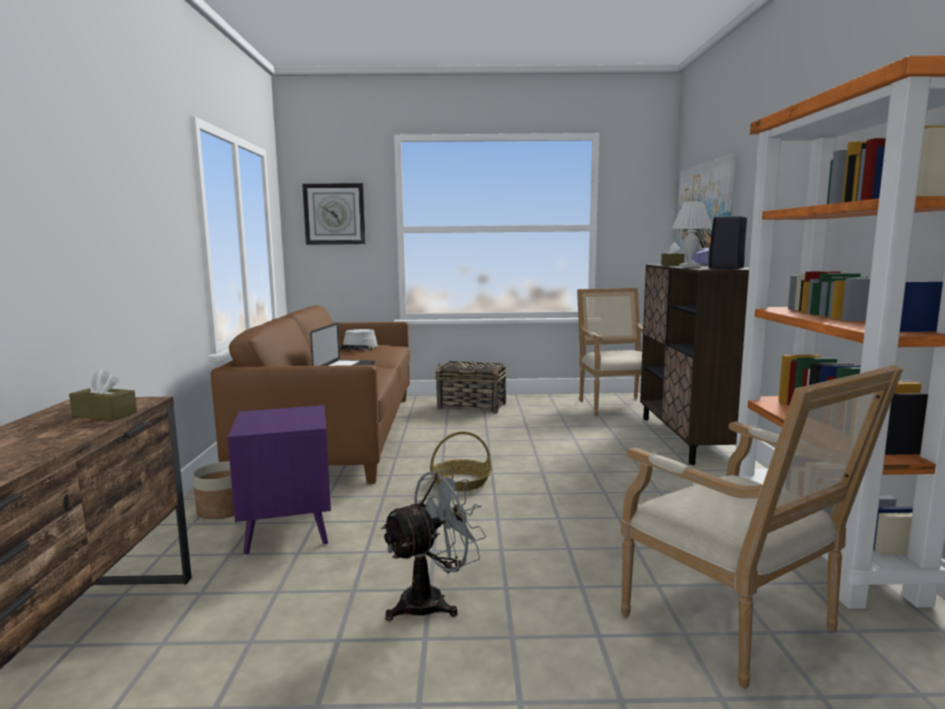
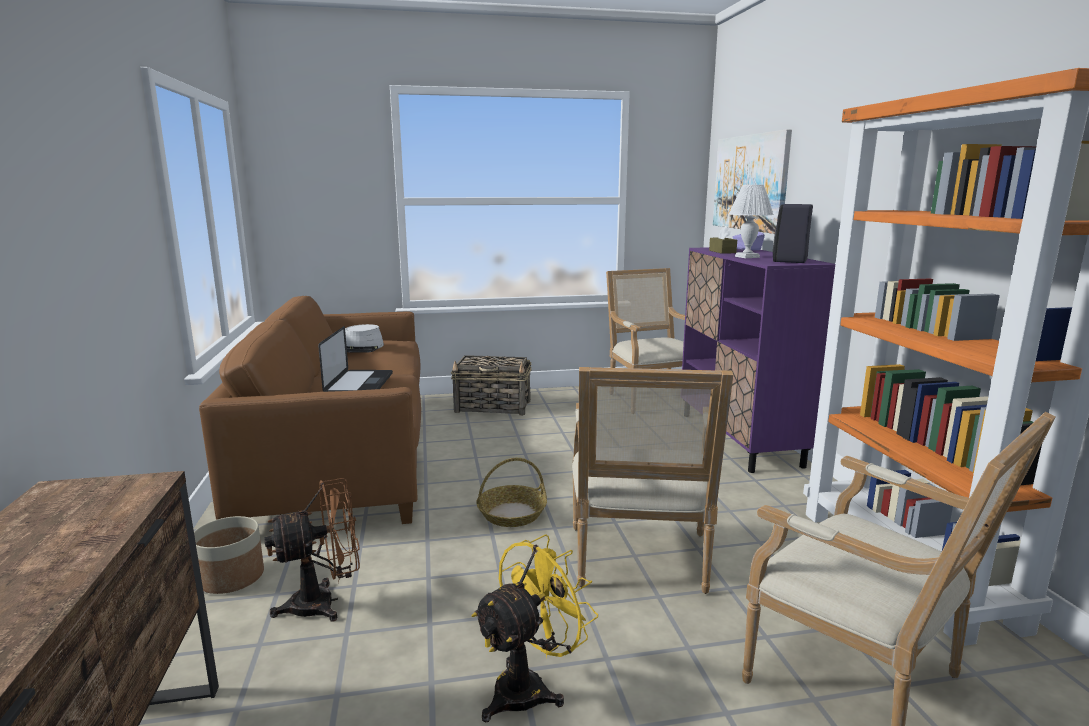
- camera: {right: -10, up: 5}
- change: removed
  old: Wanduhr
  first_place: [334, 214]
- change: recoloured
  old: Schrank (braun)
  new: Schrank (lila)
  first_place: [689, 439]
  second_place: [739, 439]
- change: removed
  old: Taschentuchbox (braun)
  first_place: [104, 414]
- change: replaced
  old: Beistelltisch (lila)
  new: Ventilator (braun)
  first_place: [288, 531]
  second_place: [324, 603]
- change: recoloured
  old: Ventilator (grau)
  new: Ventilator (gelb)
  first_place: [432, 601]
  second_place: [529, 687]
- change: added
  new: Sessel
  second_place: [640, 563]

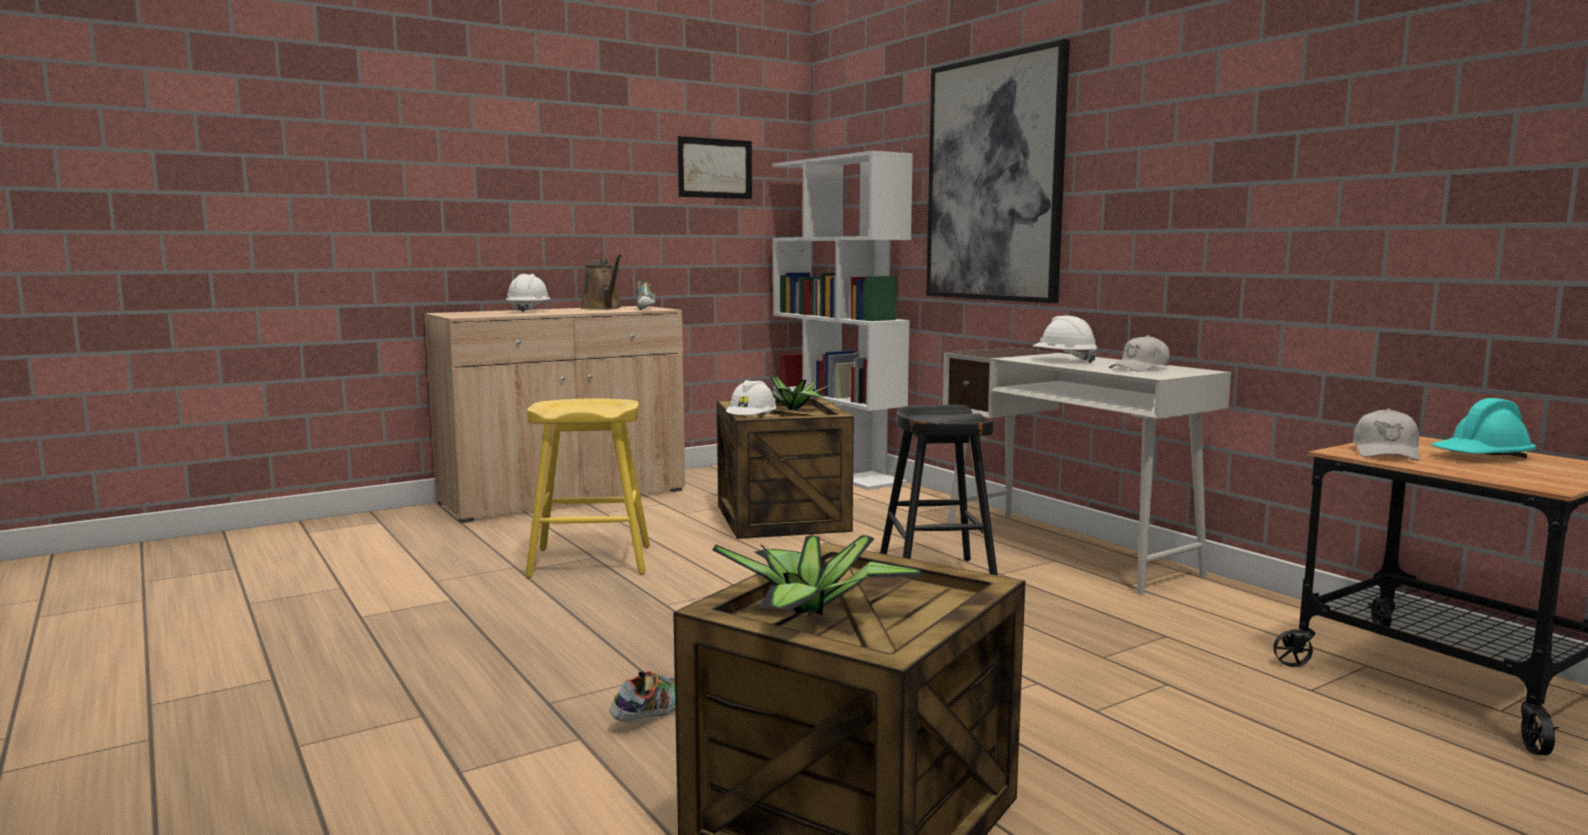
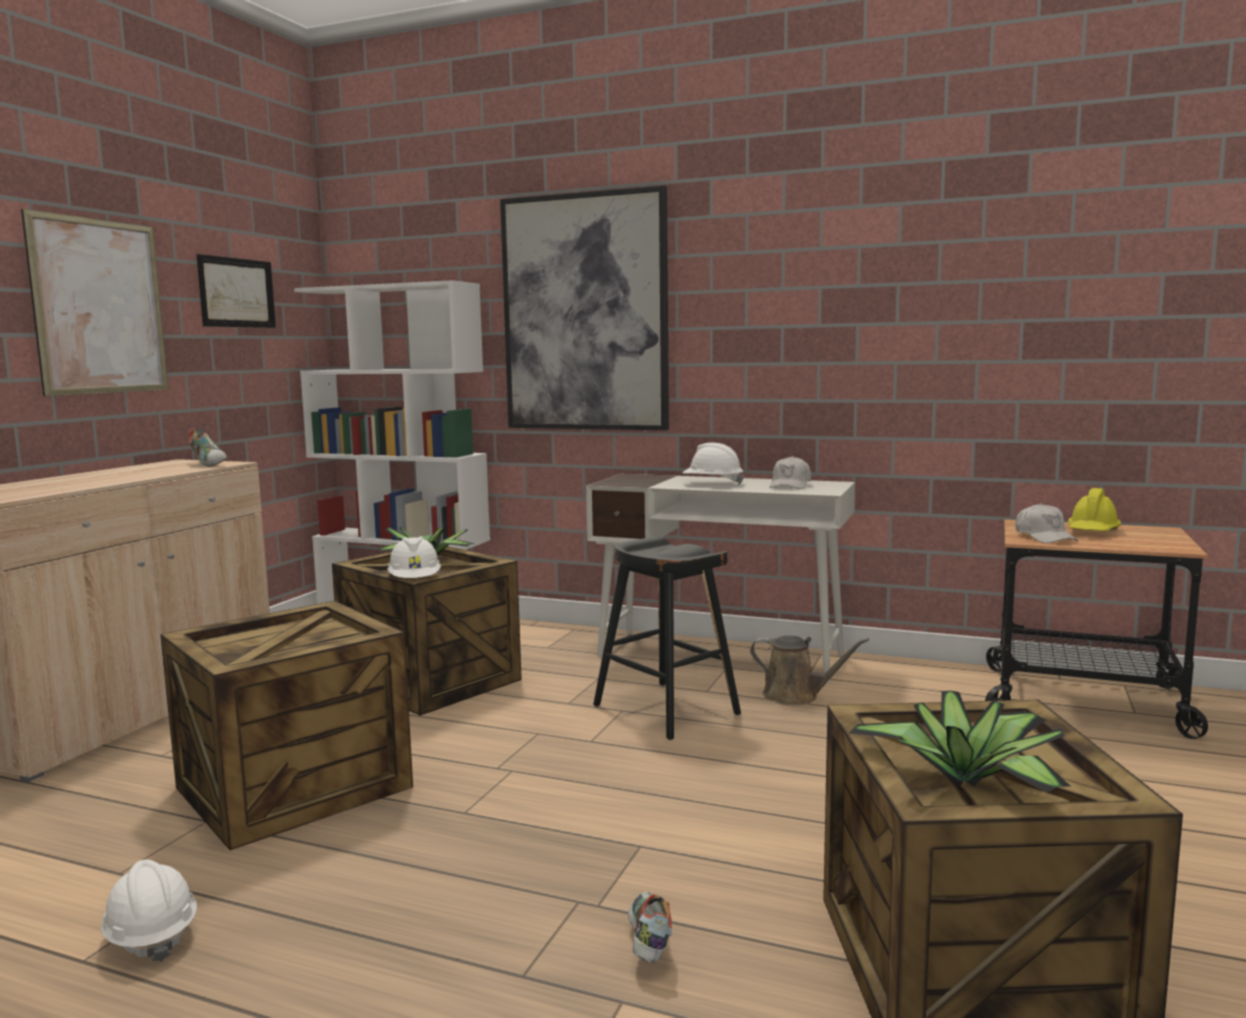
- camera: {right: -35, up: 0}
- change: moved
  old: Gießkanne (braun)
  first_place: [602, 308]
  second_place: [796, 696]
- change: moved
  old: Schutzhelm (weiß)
  first_place: [528, 311]
  second_place: [151, 936]
- change: replaced
  old: Hocker (gelb)
  new: Kiste
  first_place: [590, 561]
  second_place: [293, 786]
- change: recoloured
  old: Schutzhelm (türkis)
  new: Schutzhelm (gelb)
  first_place: [1481, 456]
  second_place: [1092, 531]
- change: added
  new: Bild
  second_place: [100, 306]

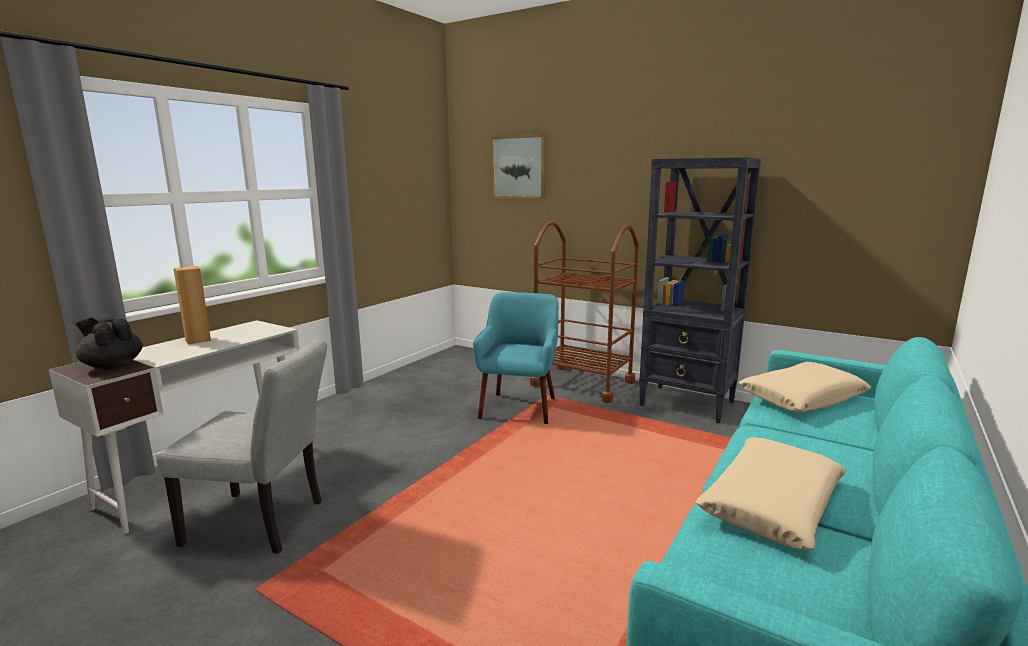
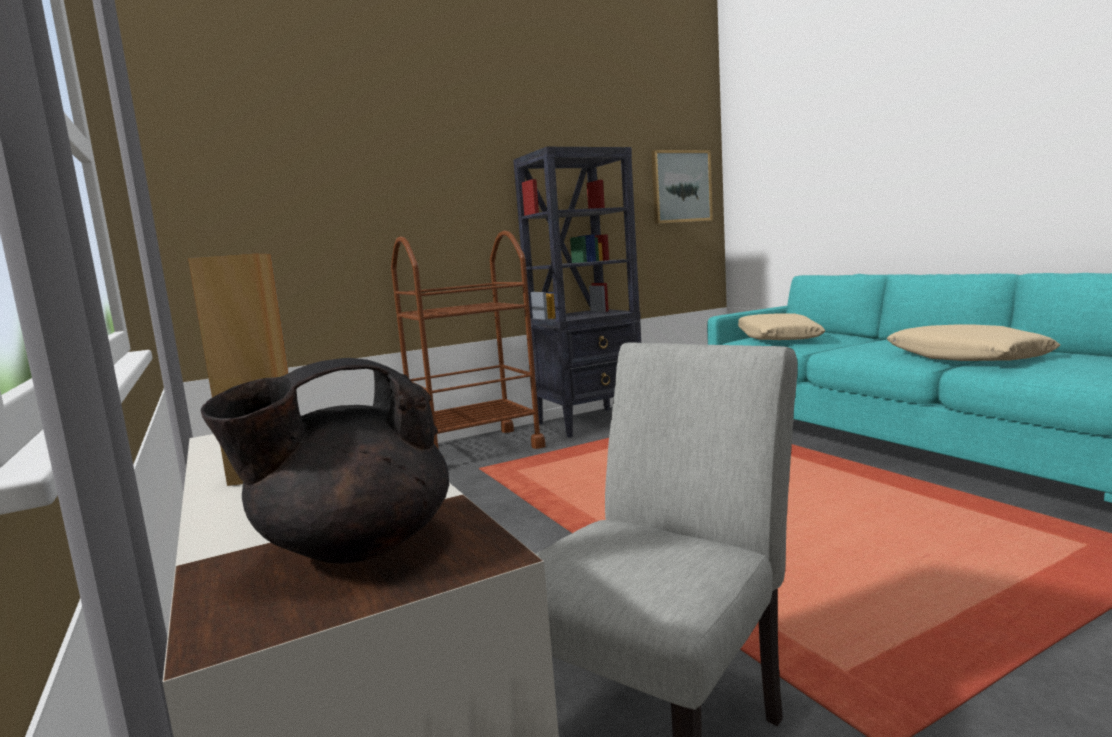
- camera: {right: -60, up: -5}
- change: moved
  old: Bild
  first_place: [519, 167]
  second_place: [681, 187]
- change: removed
  old: Sessel (türkis)
  first_place: [519, 408]

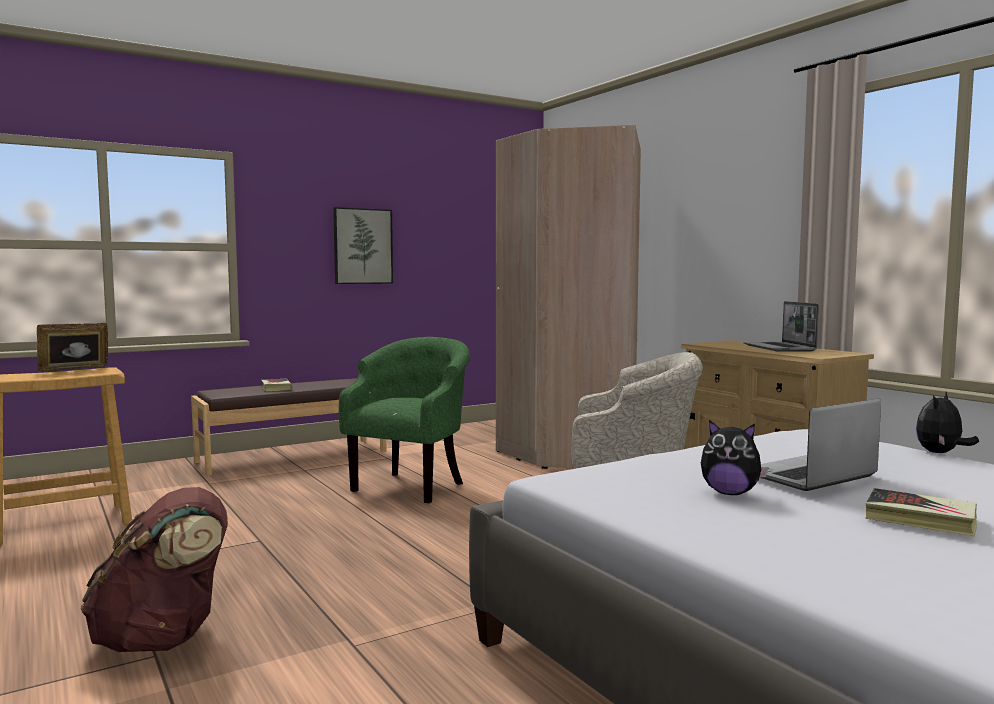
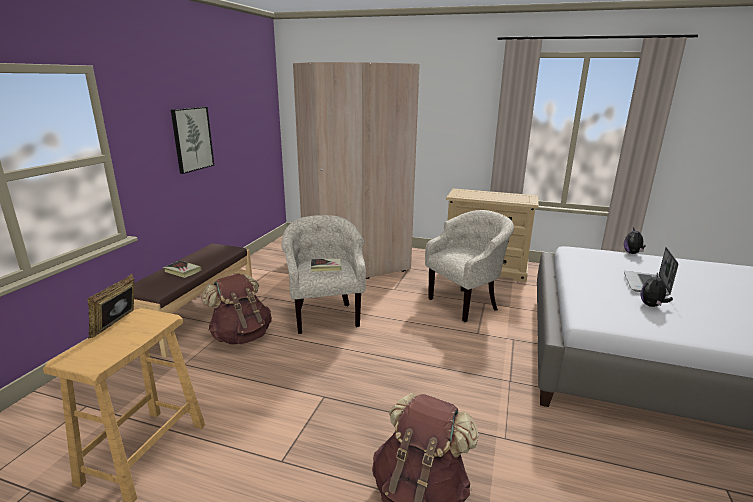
- camera: {right: -40, up: 15}
- change: removed
  old: Laptop
  first_place: [780, 348]
- change: recoloured
  old: Sessel (grün)
  new: Sessel (beige)
  first_place: [412, 486]
  second_place: [325, 316]
- change: turned
  old: Plüschtier
  first_place: [730, 493]
  second_place: [652, 305]
  degrees: 135
- change: moved
  old: Buch
  first_place: [920, 519]
  second_place: [326, 267]
- change: added
  new: Rucksack (braun)
  second_place: [241, 336]

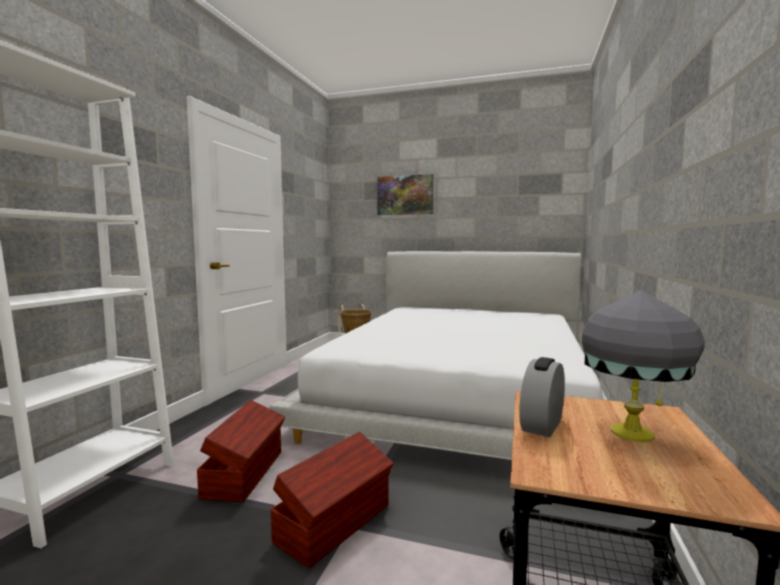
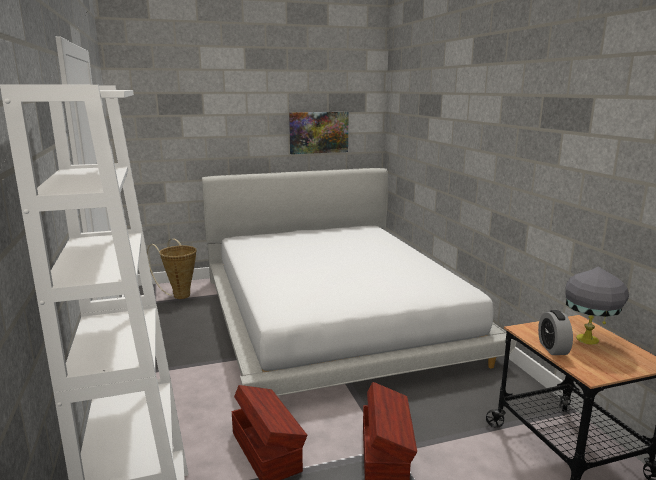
- camera: {right: -35, up: 10}
- change: moved
  old: Bild
  first_place: [405, 195]
  second_place: [318, 132]

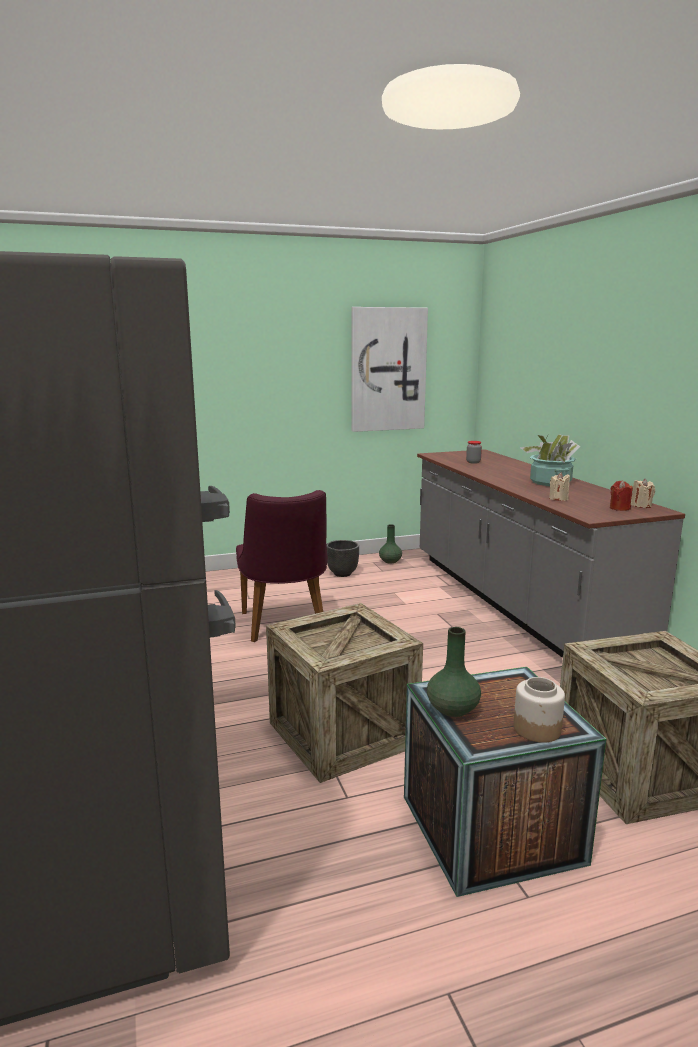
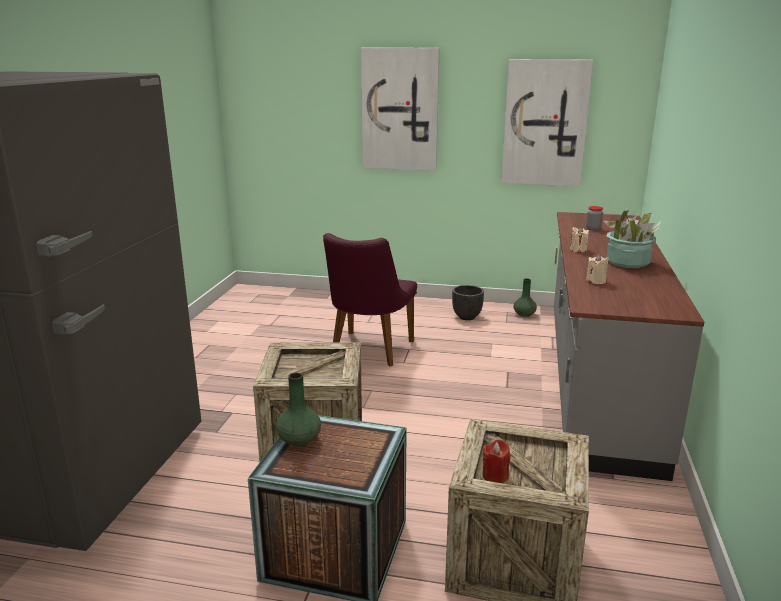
- camera: {right: 30, up: 5}
- change: moved
  old: Kerze (beige)
  first_place: [641, 505]
  second_place: [578, 250]
- change: moved
  old: Kerze (rot)
  first_place: [619, 508]
  second_place: [495, 476]
- change: removed
  old: Vorratsglas
  first_place: [537, 729]
- change: added
  new: Bild
  second_place: [400, 110]

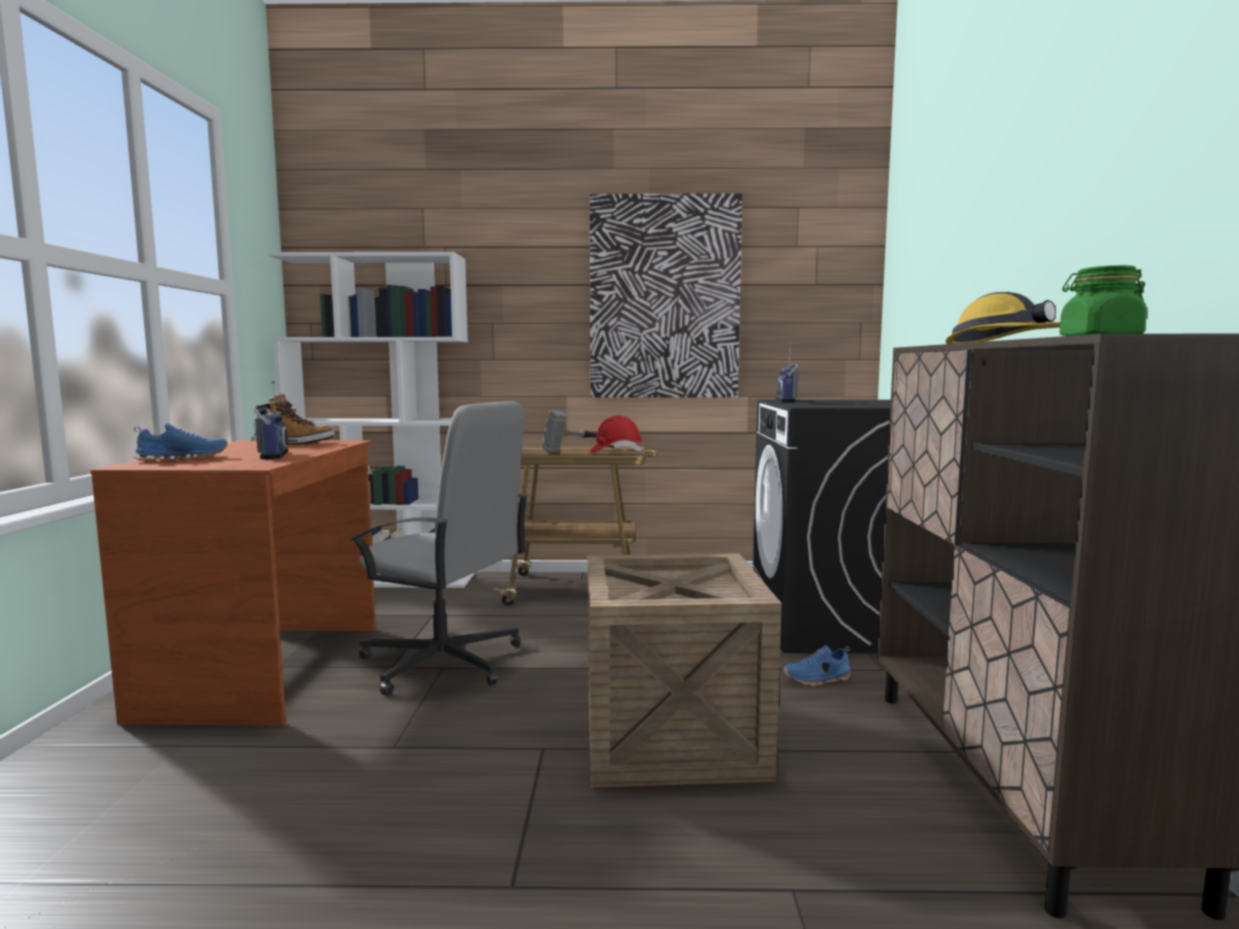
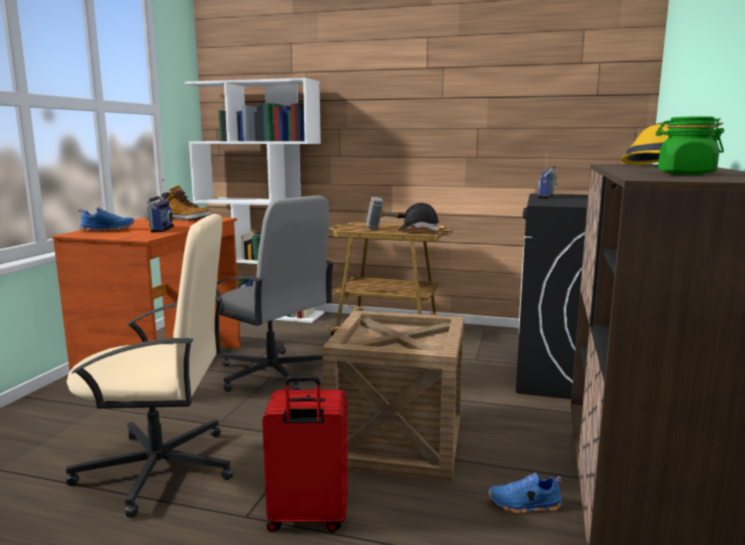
- camera: {right: 15, up: 5}
- change: removed
  old: Bild
  first_place: [664, 298]
- change: recoloured
  old: Schutzhelm (rot)
  new: Schutzhelm (schwarz)
  first_place: [615, 452]
  second_place: [418, 230]
- change: moved
  old: Schuh (blau)
  first_place: [817, 680]
  second_place: [525, 505]
- change: added
  new: Bürostuhl (beige)
  second_place: [160, 468]
- change: added
  new: Koffer (rot)
  second_place: [307, 518]

